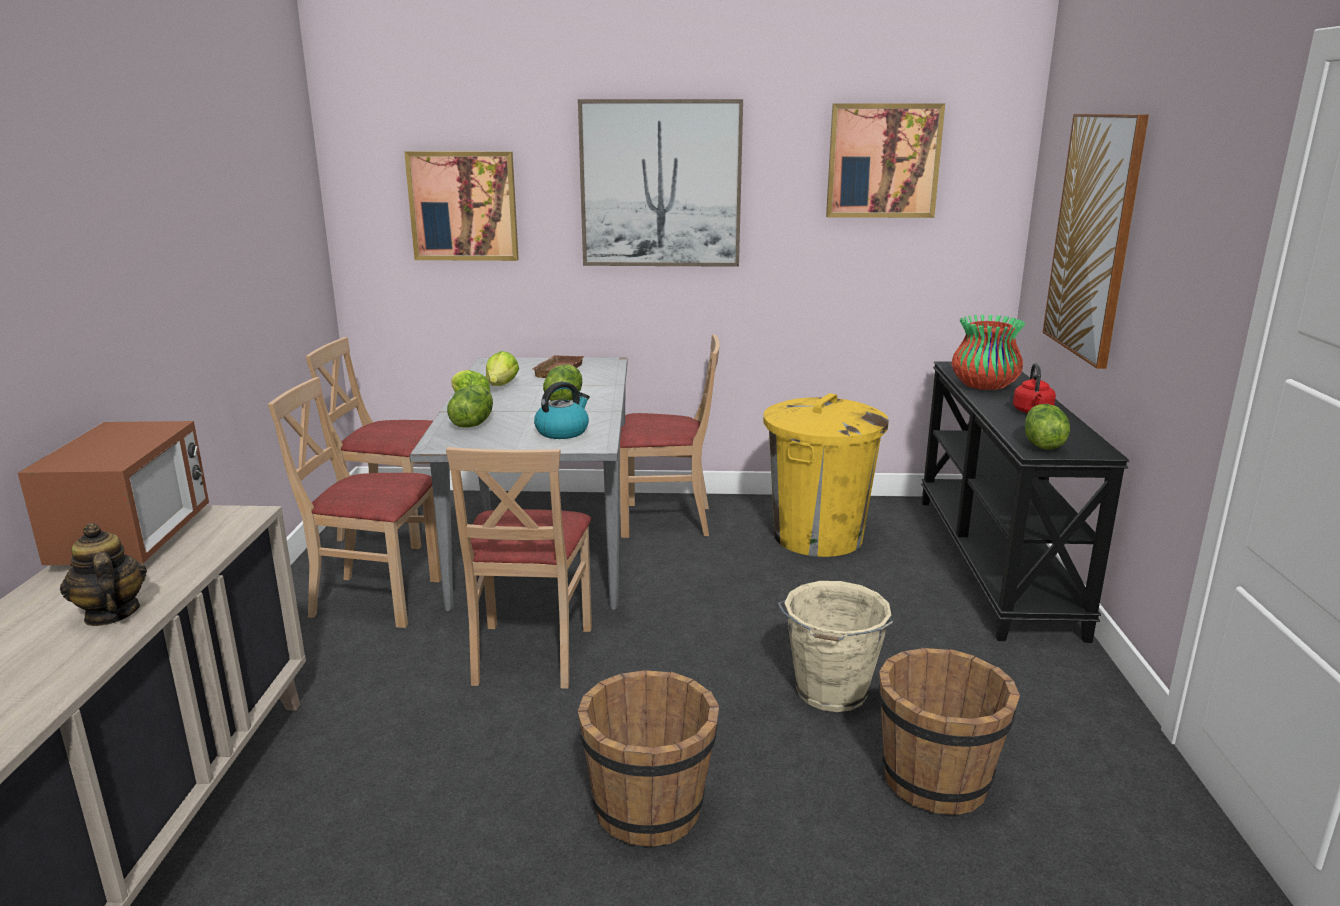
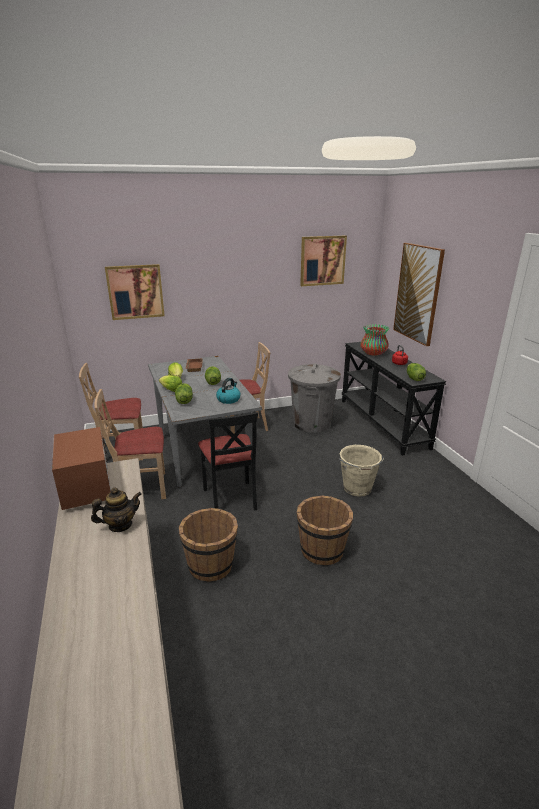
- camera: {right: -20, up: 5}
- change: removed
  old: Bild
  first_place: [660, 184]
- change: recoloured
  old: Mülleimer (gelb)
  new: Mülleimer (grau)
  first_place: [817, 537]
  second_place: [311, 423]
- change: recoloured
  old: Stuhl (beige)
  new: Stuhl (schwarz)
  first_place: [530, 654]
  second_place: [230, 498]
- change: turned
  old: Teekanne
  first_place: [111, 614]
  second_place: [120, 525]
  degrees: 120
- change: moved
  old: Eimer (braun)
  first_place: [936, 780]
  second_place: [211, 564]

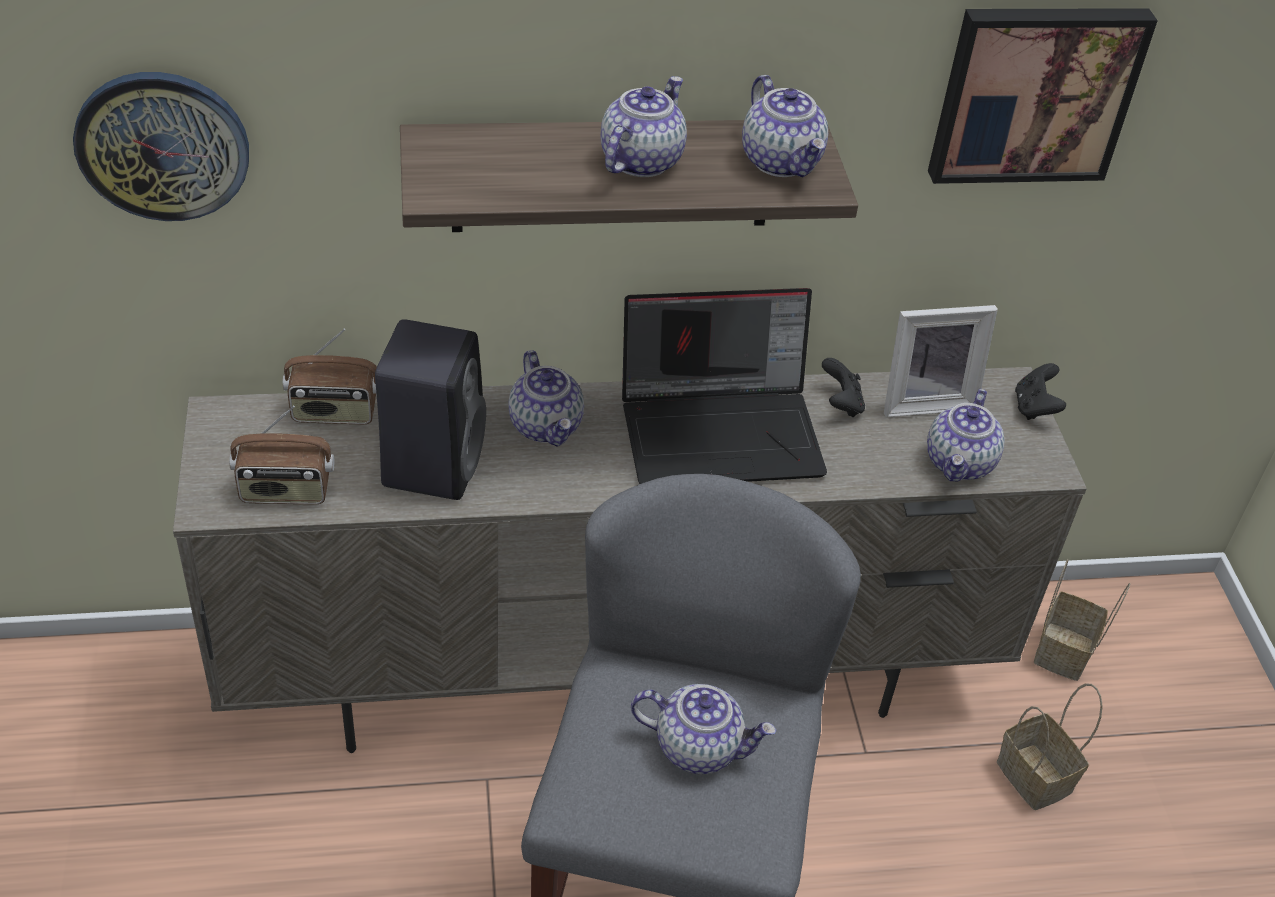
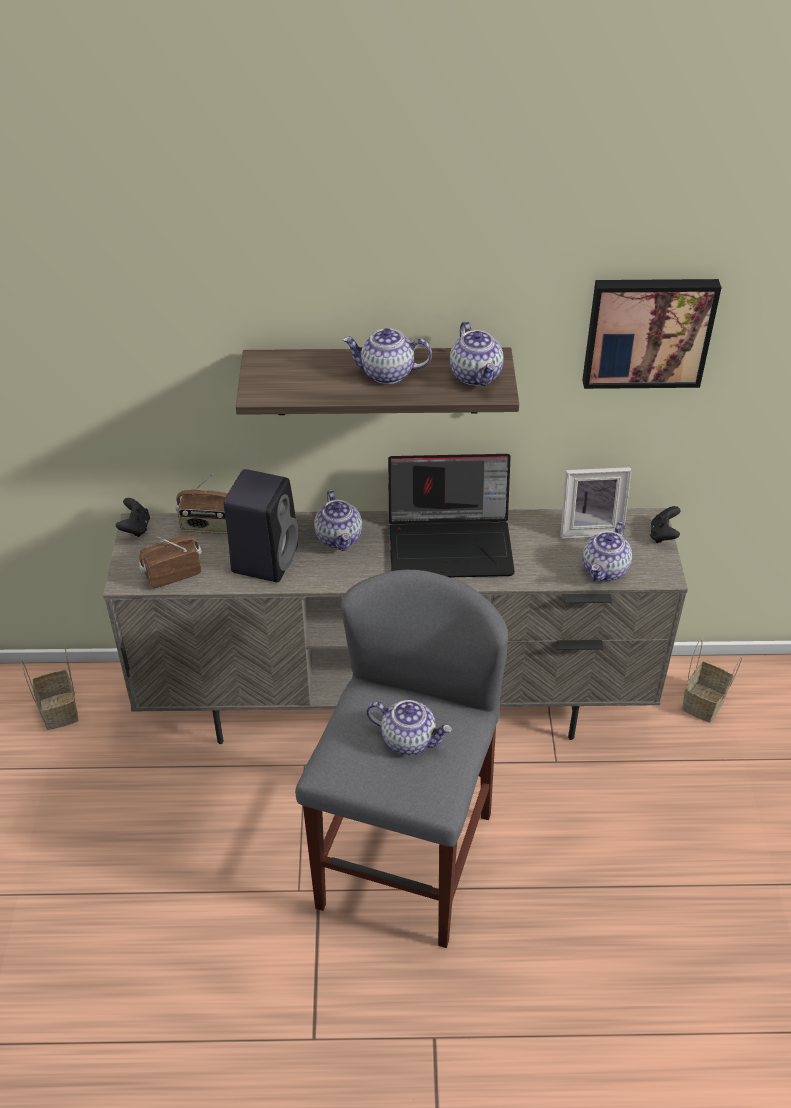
- camera: {right: 10, up: 0}
- change: removed
  old: Wanduhr
  first_place: [163, 145]
- change: turned
  old: Teekanne
  first_place: [640, 160]
  second_place: [386, 374]
  degrees: -120
- change: moved
  old: Gamepad (schwarz)
  first_place: [841, 404]
  second_place: [135, 528]
- change: turned
  old: Radio
  first_place: [285, 491]
  second_place: [172, 573]
  degrees: 150
- change: moved
  old: Korb
  first_place: [1036, 778]
  second_place: [60, 711]

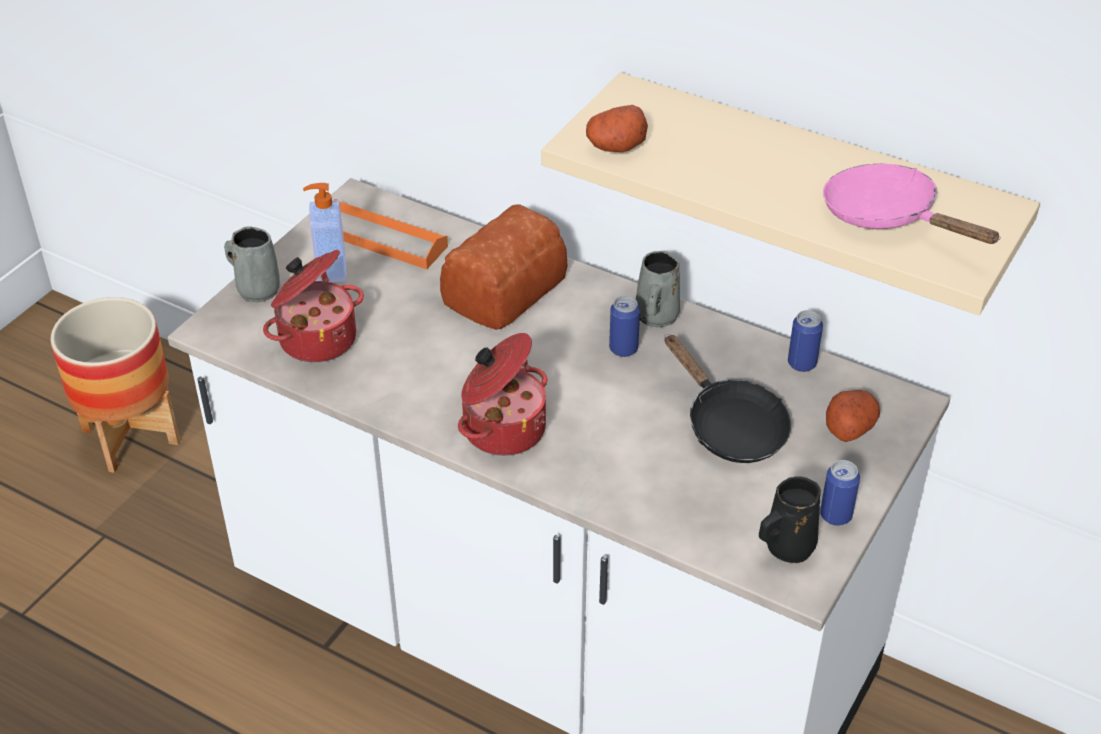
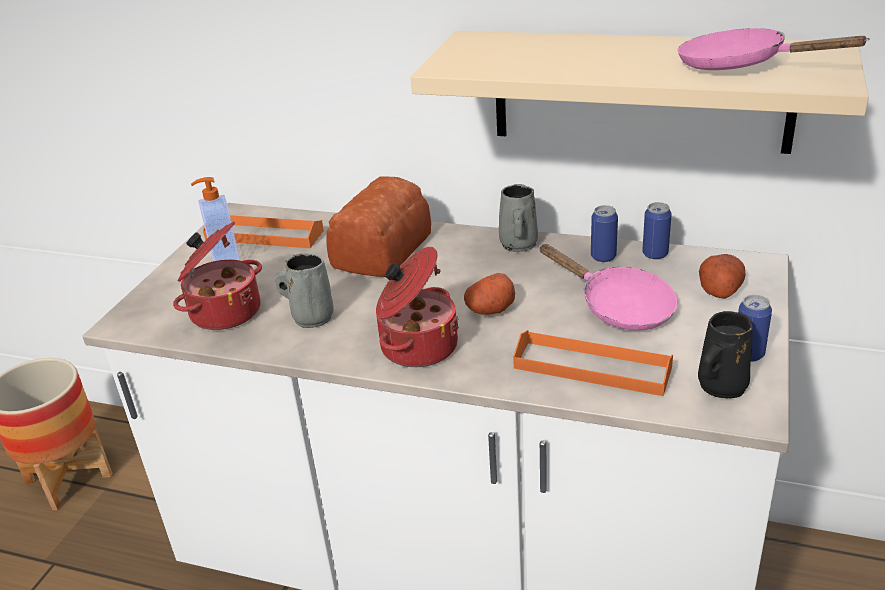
- camera: {right: -10, up: -10}
- change: moved
  old: Kartoffel
  first_place: [616, 146]
  second_place: [490, 309]
- change: moved
  old: Henkelbecher (grau)
  first_place: [256, 289]
  second_place: [310, 317]
- change: moved
  old: Dose
  first_place: [623, 349]
  second_place: [603, 257]
- change: recoloured
  old: Pfanne (schwarz)
  new: Pfanne (rosa)
  first_place: [729, 426]
  second_place: [618, 307]
- change: added
  new: Tablett (orange)
  second_place: [592, 368]

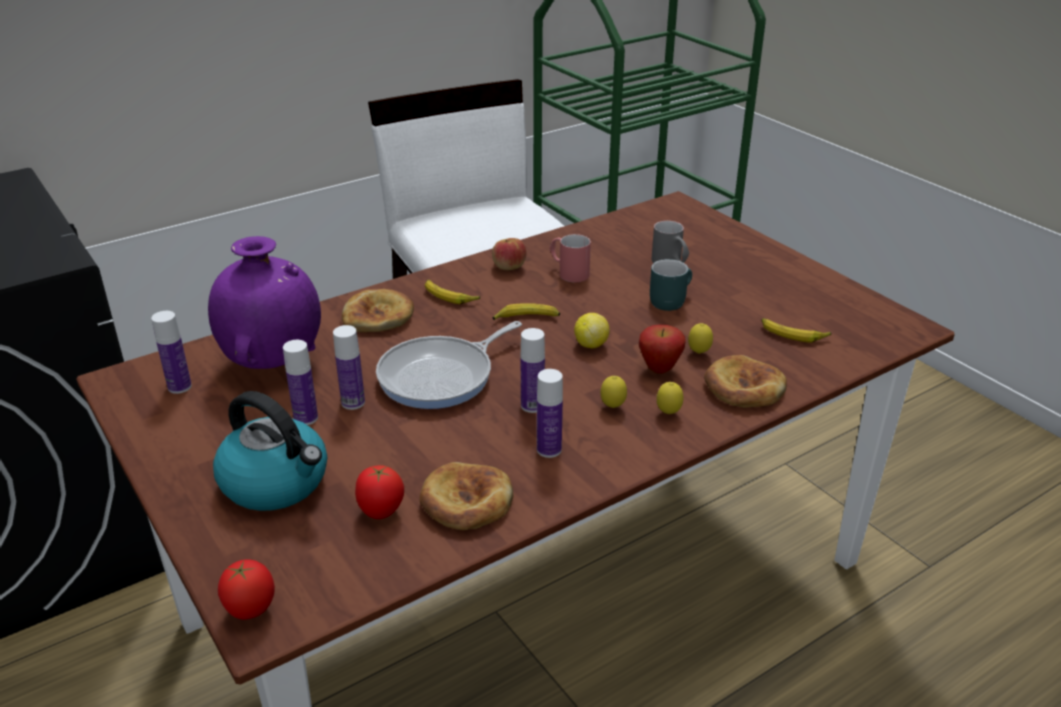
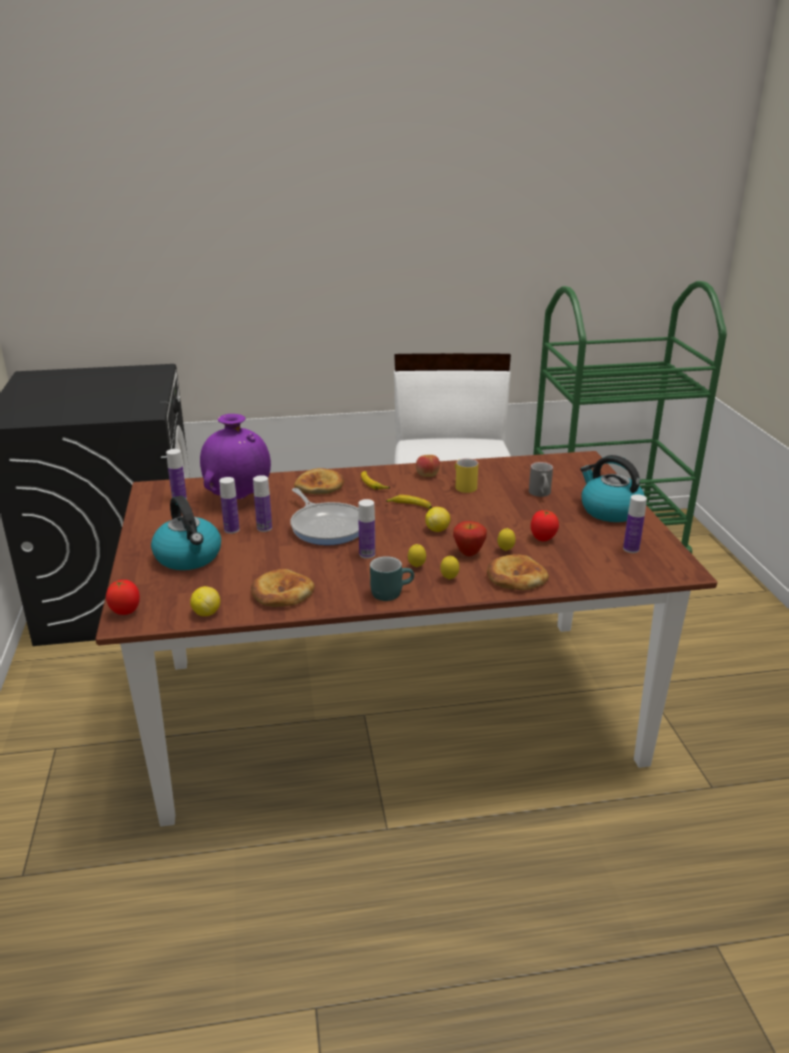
- camera: {right: 25, up: -5}
- change: recoloured
  old: Henkelbecher (rot)
  new: Henkelbecher (gelb)
  first_place: [568, 272]
  second_place: [463, 485]
- change: moved
  old: Henkelbecher (türkis)
  first_place: [669, 300]
  second_place: [390, 592]
- change: removed
  old: Banane
  first_place: [793, 334]
- change: turned
  old: Pfanne
  first_place: [441, 377]
  second_place: [327, 526]
  degrees: -105
- change: moved
  old: Flasche
  first_place: [549, 449]
  second_place: [631, 549]
- change: moved
  old: Tomate
  first_place: [381, 512]
  second_place: [542, 539]
- change: added
  new: Wasserkessel
  second_place: [609, 510]
- change: added
  new: Zitrone
  second_place: [206, 613]

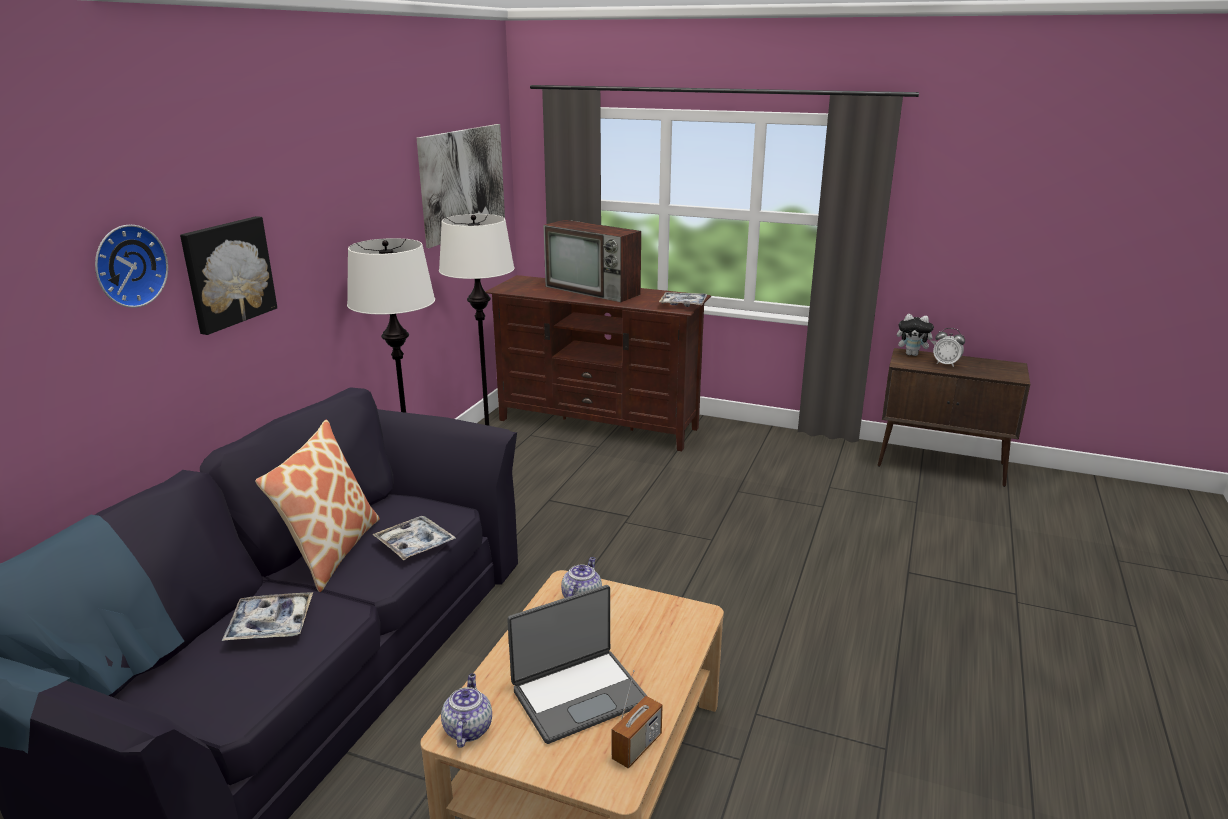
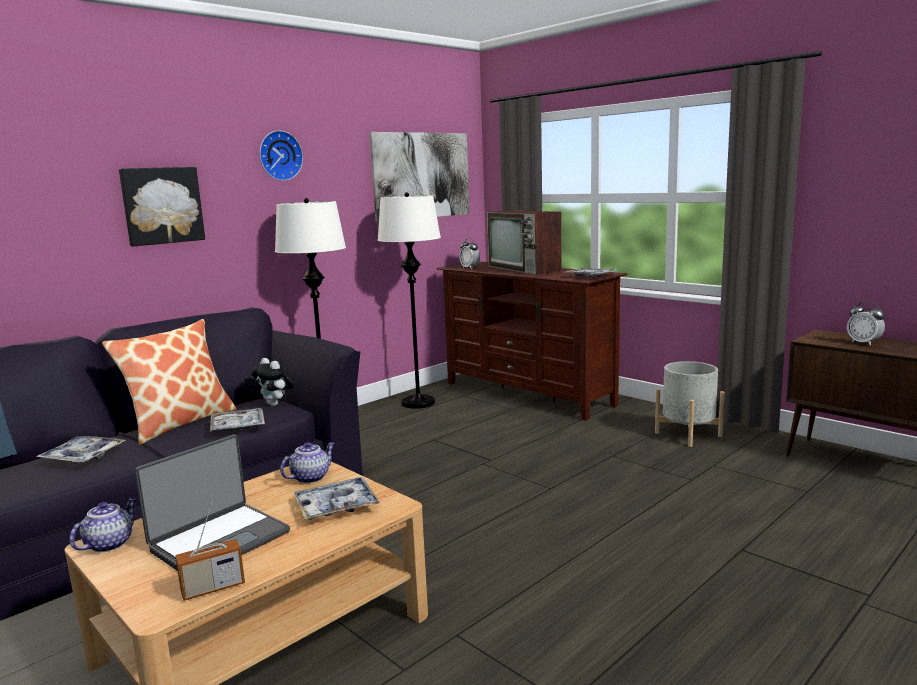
- camera: {right: 25, up: -10}
- change: moved
  old: Wanduhr
  first_place: [127, 265]
  second_place: [279, 156]
- change: moved
  old: Plüschtier
  first_place: [912, 354]
  second_place: [275, 404]
- change: turned
  old: Laptop
  first_place: [578, 695]
  second_place: [219, 540]
  degrees: -45
- change: added
  new: Wecker
  second_place: [470, 268]
- change: added
  new: Pflanzkübel (grau)
  second_place: [688, 434]
- change: added
  new: Tablett
  second_place: [336, 506]

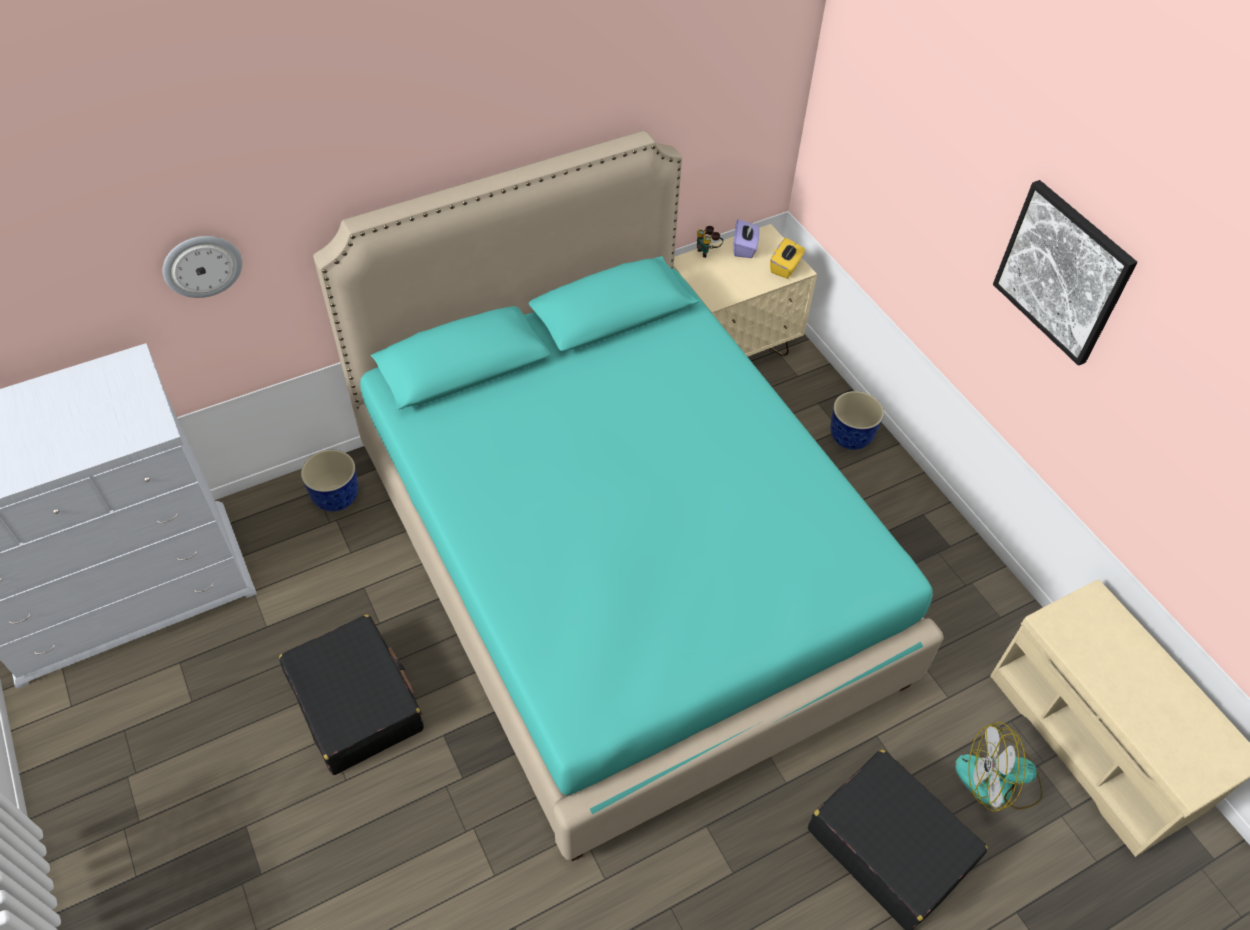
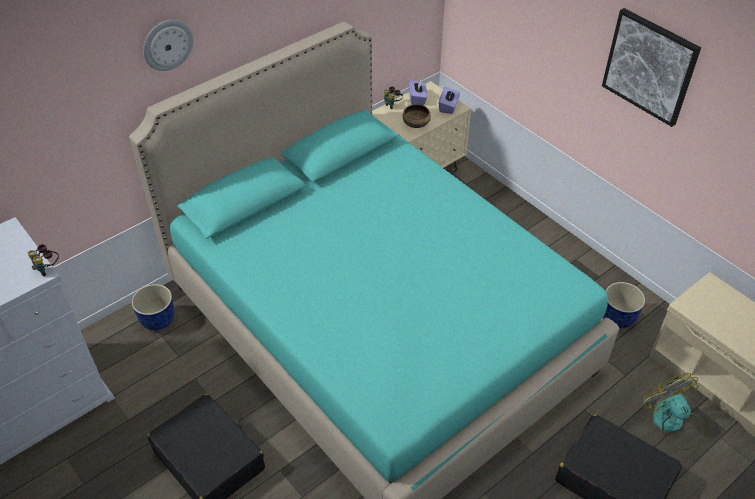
- camera: {right: -10, up: -5}
- change: moved
  old: Wanduhr
  first_place: [202, 265]
  second_place: [167, 44]
- change: recoloured
  old: Taschentuchbox (gelb)
  new: Taschentuchbox (lila)
  first_place: [785, 267]
  second_place: [448, 107]
- change: moved
  old: Pflanzkübel
  first_place: [851, 438]
  second_place: [618, 318]
- change: turned
  old: Ventilator
  first_place: [998, 781]
  second_place: [673, 423]
  degrees: 75
- change: added
  new: Schüssel
  second_place: [416, 123]
- change: added
  new: Fernglas
  second_place: [48, 268]

